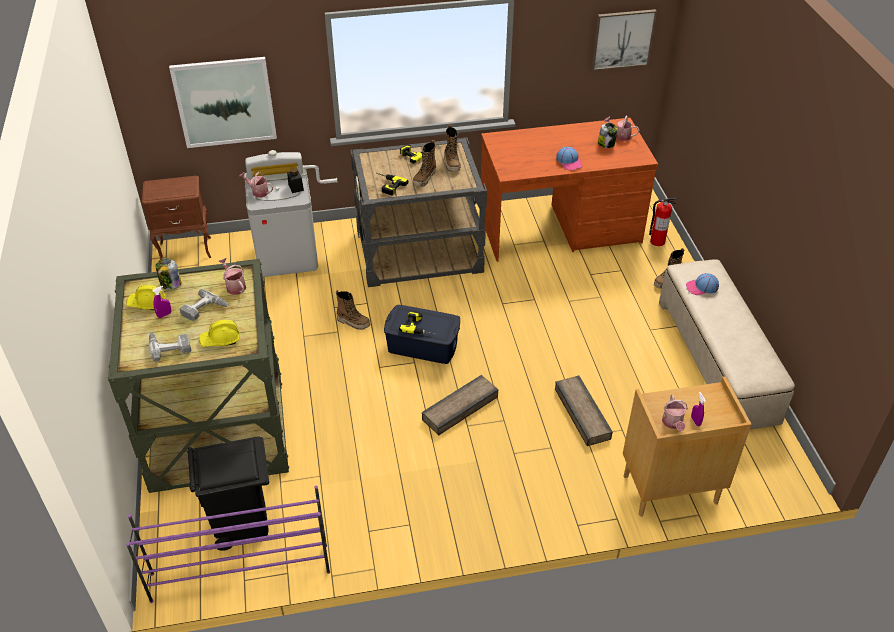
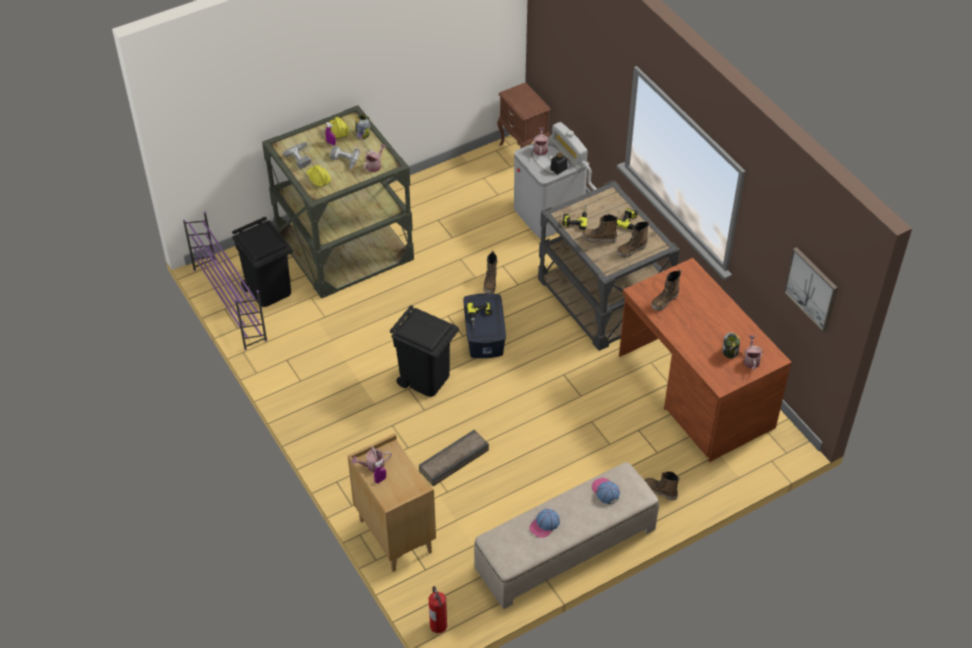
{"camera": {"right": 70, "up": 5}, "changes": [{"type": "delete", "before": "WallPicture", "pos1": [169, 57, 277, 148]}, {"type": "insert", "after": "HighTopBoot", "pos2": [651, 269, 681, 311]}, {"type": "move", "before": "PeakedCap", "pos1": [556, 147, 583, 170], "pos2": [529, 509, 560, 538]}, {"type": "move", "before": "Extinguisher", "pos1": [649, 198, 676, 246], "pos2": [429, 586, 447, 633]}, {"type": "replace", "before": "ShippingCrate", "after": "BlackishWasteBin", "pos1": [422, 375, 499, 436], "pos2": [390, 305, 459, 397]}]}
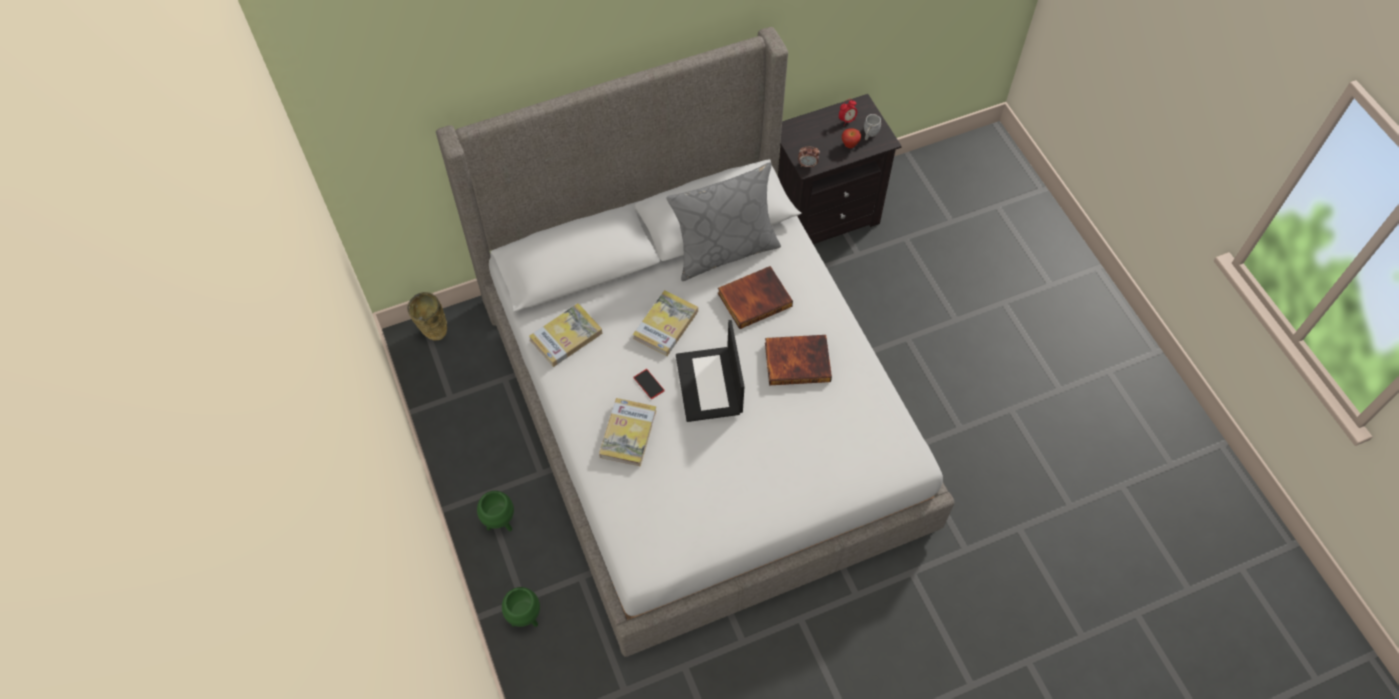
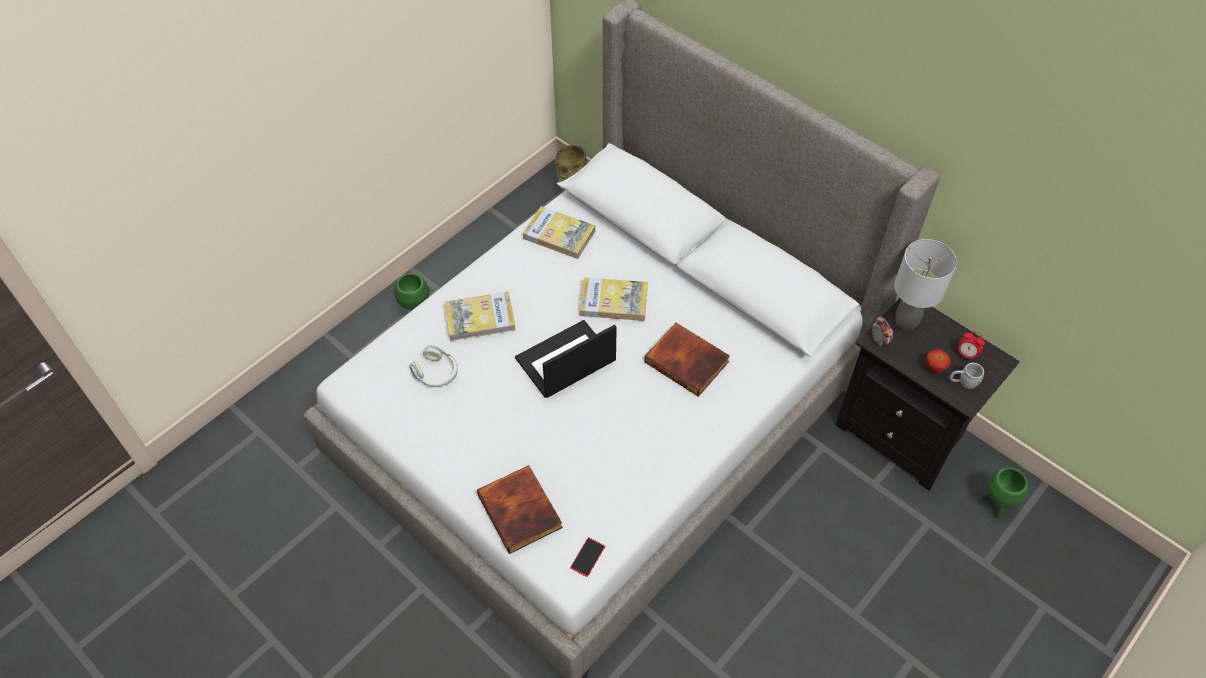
{"camera": {"right": 65, "up": -5}, "changes": [{"type": "delete", "before": "GreyThrowPillow", "pos1": [666, 162, 781, 281]}, {"type": "insert", "after": "Headset", "pos2": [410, 345, 458, 387]}, {"type": "insert", "after": "GreyLampForATable", "pos2": [894, 239, 957, 331]}, {"type": "move", "before": "GreenishPlanter", "pos1": [502, 587, 540, 627], "pos2": [982, 467, 1029, 519]}, {"type": "move", "before": "Phone", "pos1": [633, 369, 665, 399], "pos2": [570, 537, 605, 577]}, {"type": "move", "before": "BoundBook", "pos1": [765, 335, 832, 385], "pos2": [477, 465, 563, 554]}]}
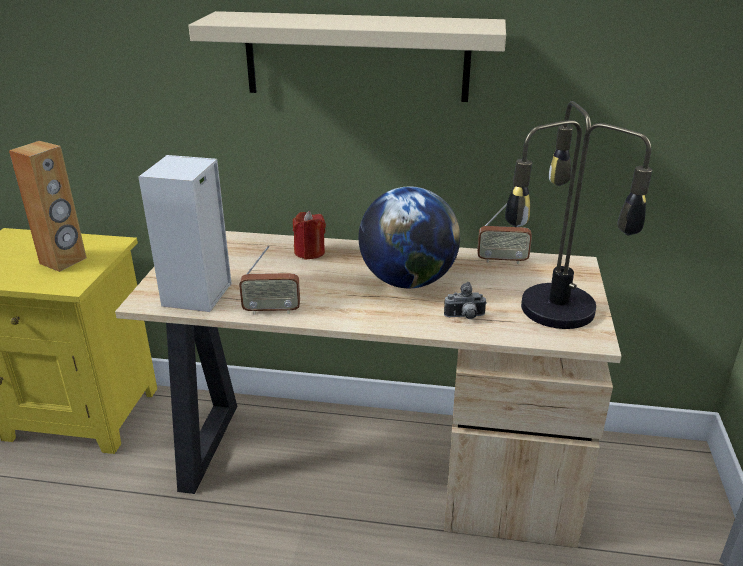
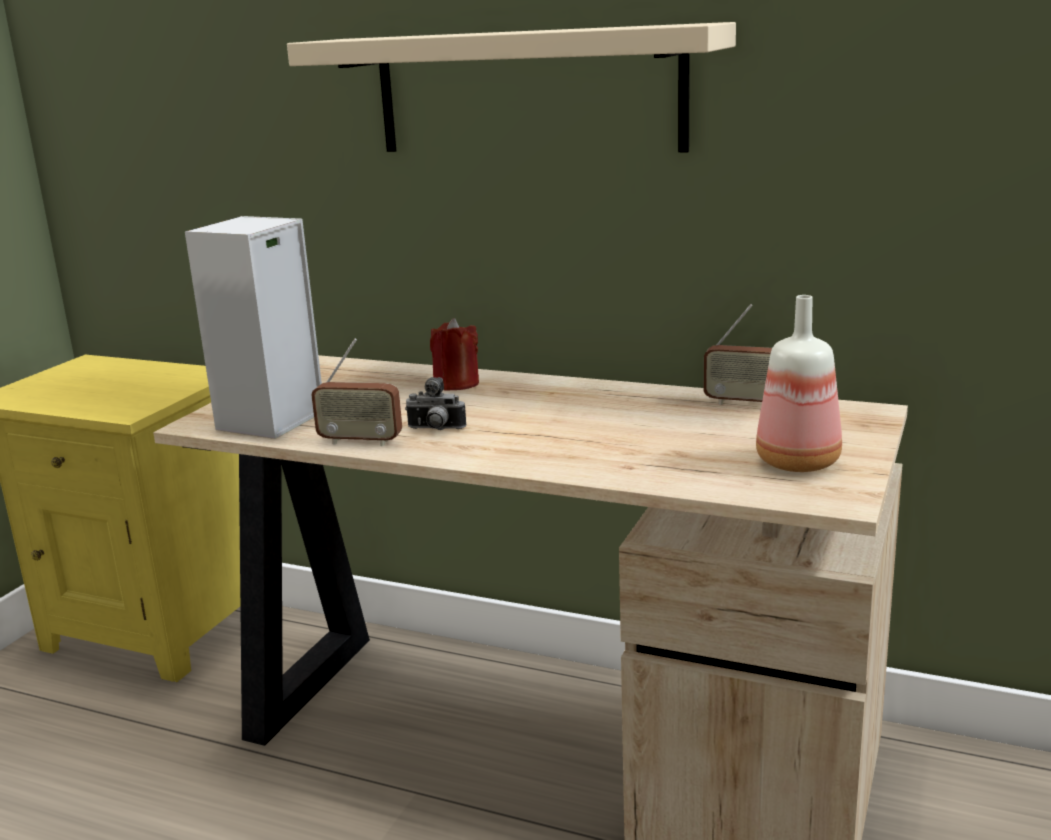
{"camera": {"right": 15, "up": -10}, "changes": [{"type": "delete", "before": "BrownSpeaker", "pos1": [9, 141, 87, 272]}, {"type": "delete", "before": "DeskGlobe", "pos1": [358, 186, 460, 288]}, {"type": "move", "before": "StillCamera", "pos1": [444, 282, 487, 319], "pos2": [405, 377, 466, 430]}, {"type": "replace", "before": "LampForATable", "after": "Bottle", "pos1": [505, 101, 652, 329], "pos2": [756, 295, 842, 472]}]}
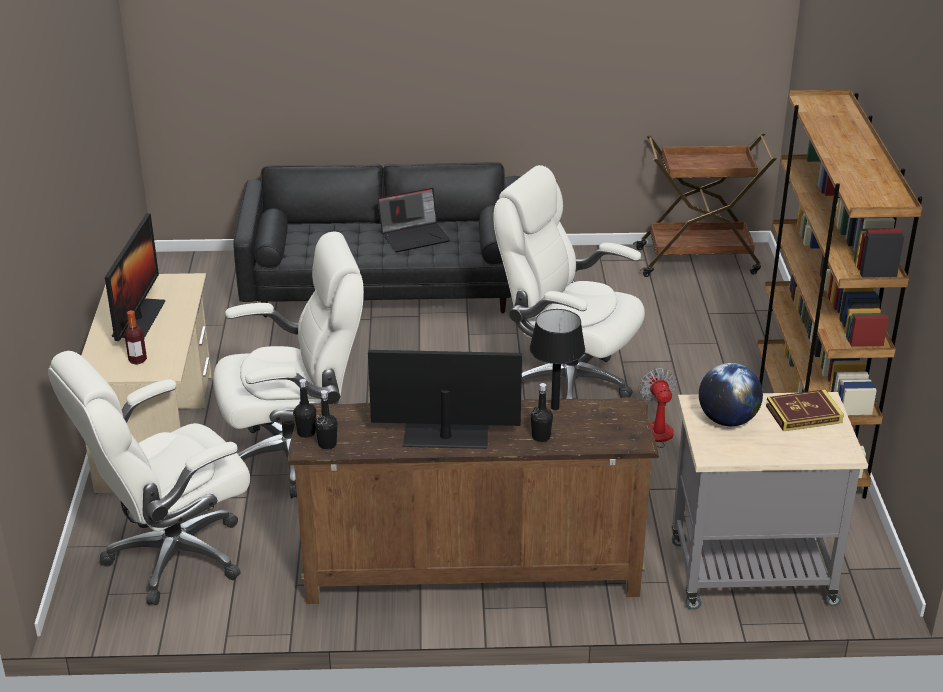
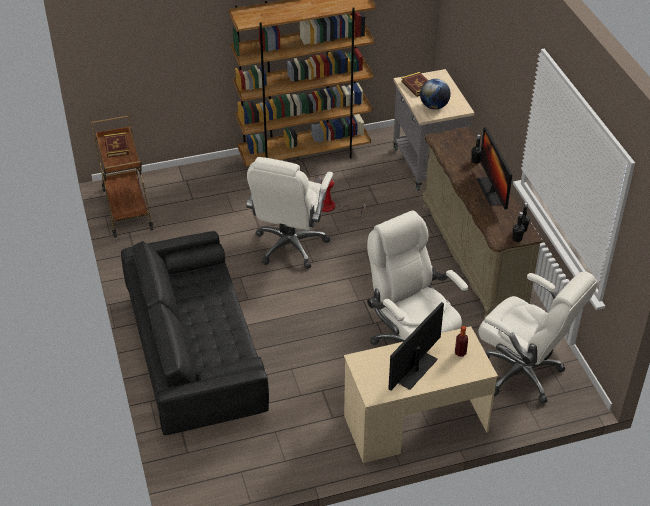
{"camera": {"right": -105, "up": 10}, "changes": [{"type": "delete", "before": "NotebookComputer", "pos1": [378, 188, 451, 252]}, {"type": "delete", "before": "BlackishLampForATable", "pos1": [530, 309, 585, 410]}, {"type": "insert", "after": "BoundBook", "pos2": [104, 132, 129, 158]}, {"type": "rotate", "before": "ComputerScreen", "pos1": [105, 213, 165, 341], "pos2": [388, 302, 444, 391], "turn": -45}]}
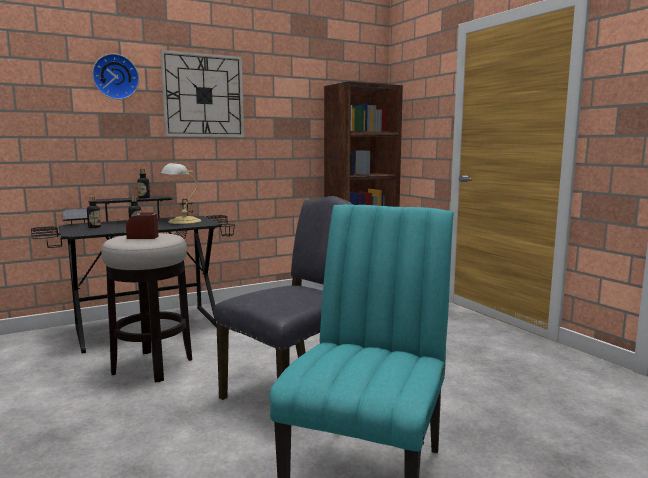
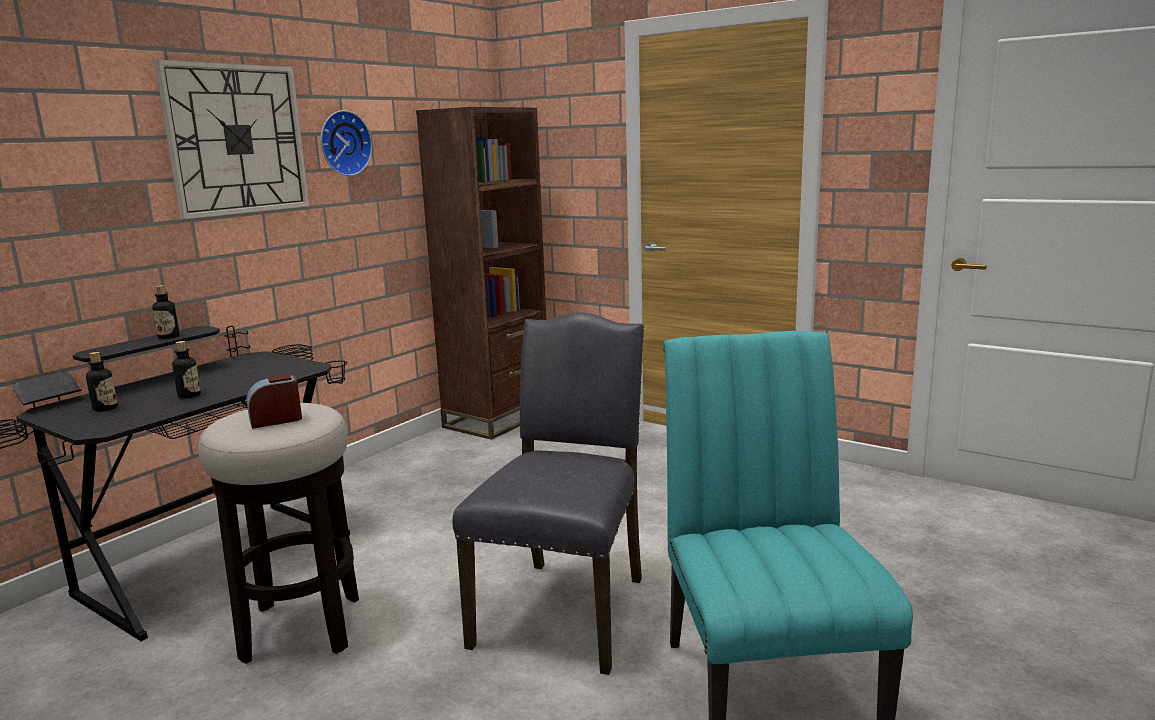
{"camera": {"right": -25, "up": 5}, "changes": [{"type": "delete", "before": "LampForATable", "pos1": [161, 163, 201, 224]}, {"type": "move", "before": "ClockOnTheWall", "pos1": [92, 54, 139, 100], "pos2": [321, 110, 372, 176]}]}
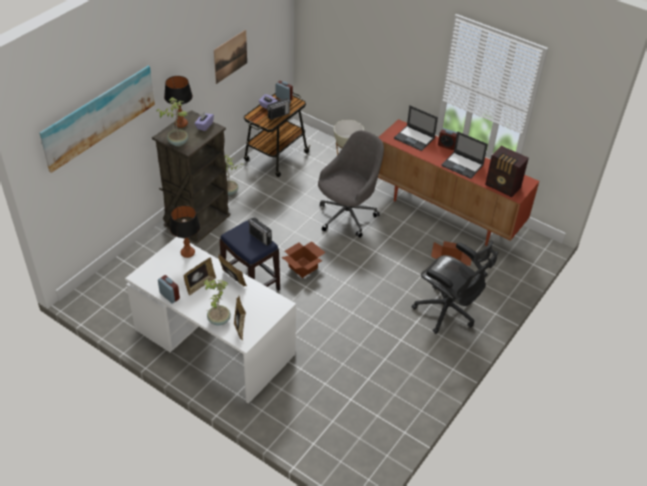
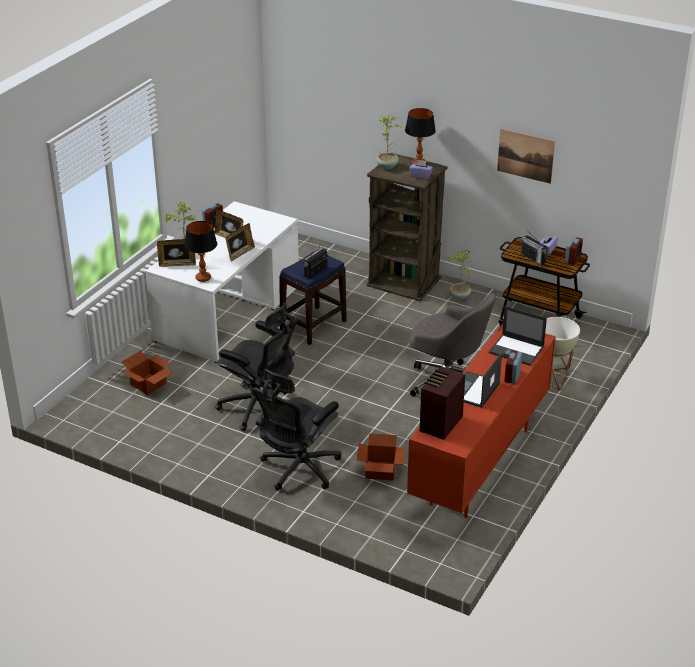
{"camera": {"right": 85, "up": -10}, "changes": [{"type": "delete", "before": "WallPicture", "pos1": [39, 66, 155, 173]}, {"type": "insert", "after": "ComputerChair", "pos2": [215, 302, 298, 431]}, {"type": "move", "before": "LampForATable", "pos1": [170, 205, 200, 258], "pos2": [184, 221, 217, 282]}, {"type": "move", "before": "PackingBox", "pos1": [282, 241, 326, 278], "pos2": [122, 351, 174, 395]}, {"type": "rotate", "before": "NotebookComputer", "pos1": [394, 105, 438, 151], "pos2": [489, 306, 547, 366], "turn": -90}]}
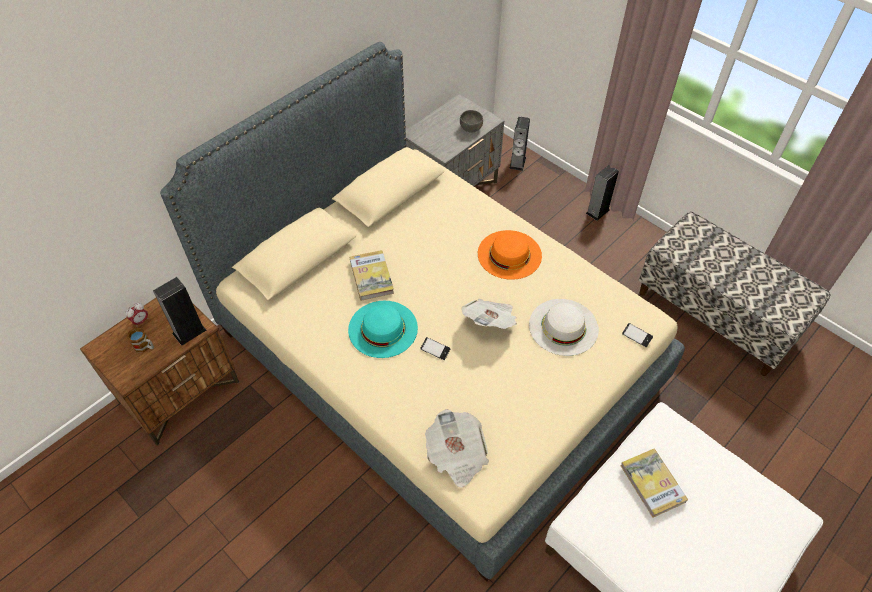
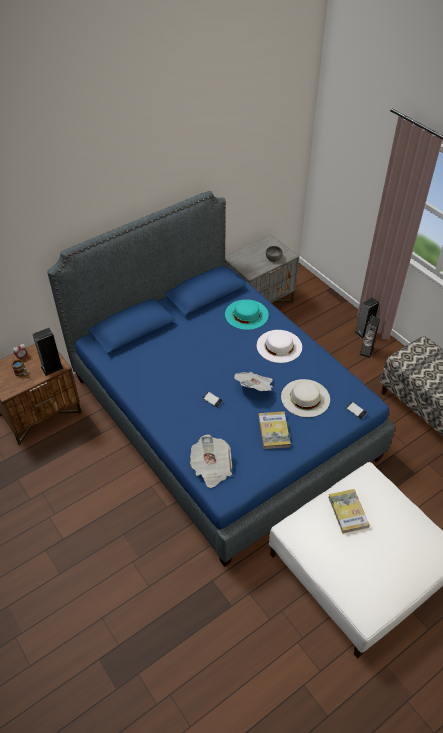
{"camera": {"right": 10, "up": -5}, "changes": [{"type": "move", "before": "BlueGreenHat", "pos1": [348, 301, 418, 358], "pos2": [225, 299, 269, 330]}, {"type": "move", "before": "BoundBook", "pos1": [350, 250, 394, 301], "pos2": [258, 412, 291, 449]}, {"type": "move", "before": "Speaker", "pos1": [509, 117, 530, 171], "pos2": [359, 316, 380, 358]}, {"type": "recolor", "before": "SandColouredSleepingBed", "after": "BlueSleepingBed", "pos1": [160, 42, 685, 581], "pos2": [47, 191, 395, 567]}, {"type": "recolor", "before": "OrangeHat", "after": "WhiteColouredHat", "pos1": [478, 230, 542, 280], "pos2": [257, 330, 302, 363]}]}
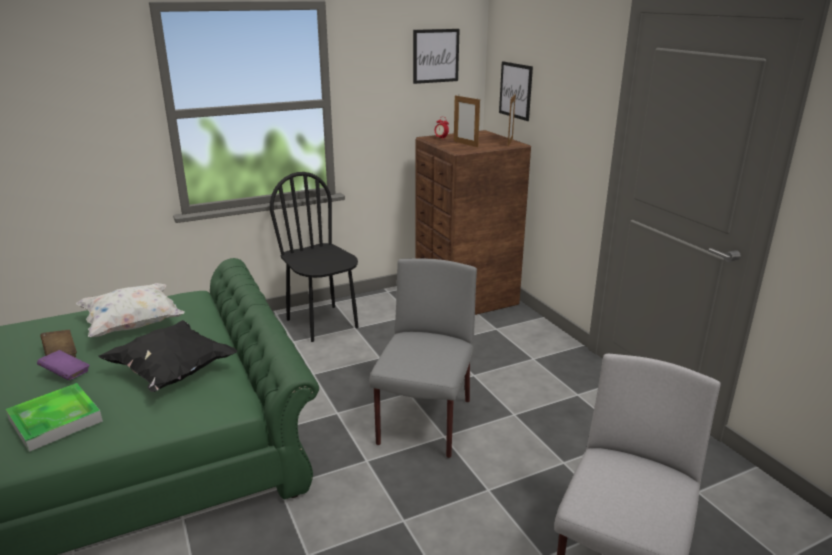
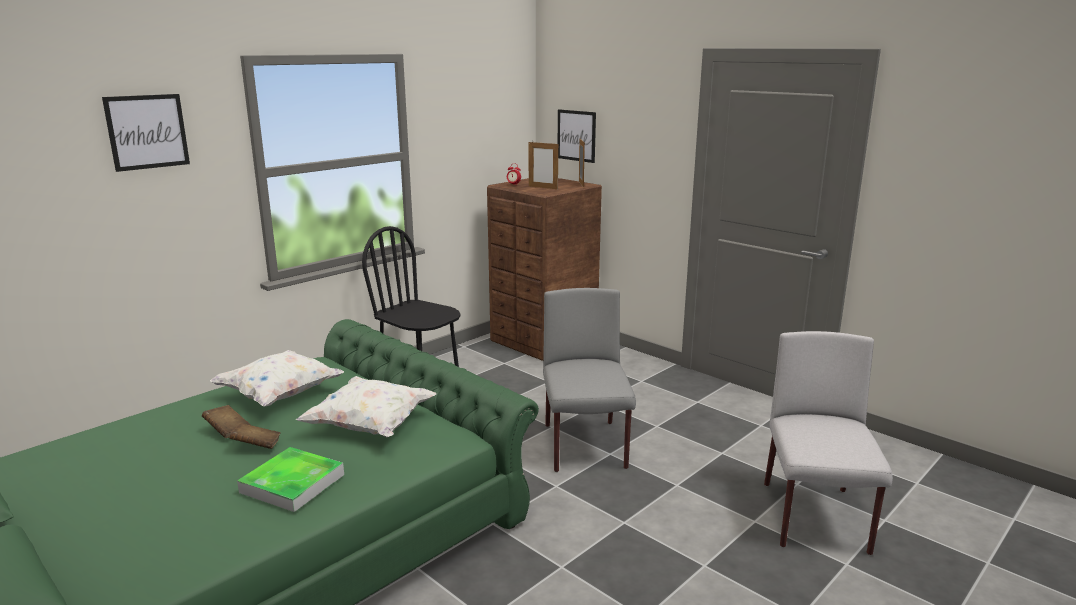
{"camera": {"right": -20, "up": -5}, "changes": [{"type": "move", "before": "WallPicture", "pos1": [413, 29, 460, 84], "pos2": [102, 94, 190, 172]}, {"type": "recolor", "before": "PurpleColouredBoundBook", "after": "BrownBoundBook", "pos1": [37, 350, 90, 380], "pos2": [229, 423, 280, 449]}, {"type": "recolor", "before": "BlackishThrowPillow", "after": "WhiteColouredThrowPillow", "pos1": [98, 320, 237, 392], "pos2": [296, 376, 437, 438]}]}
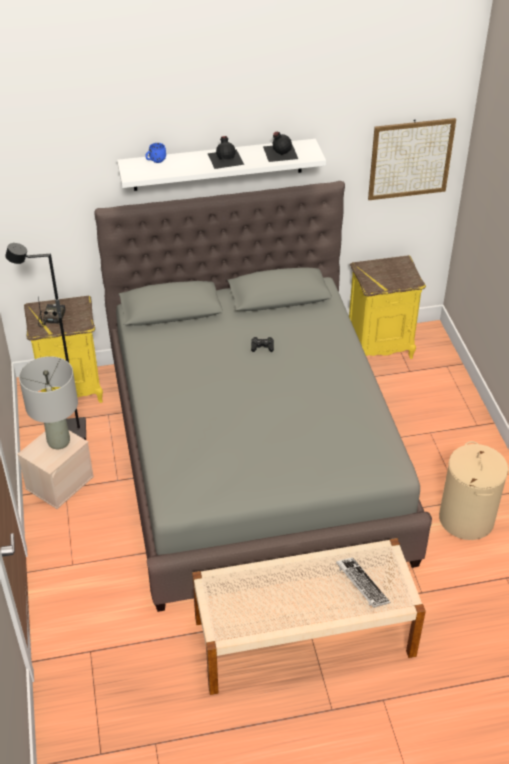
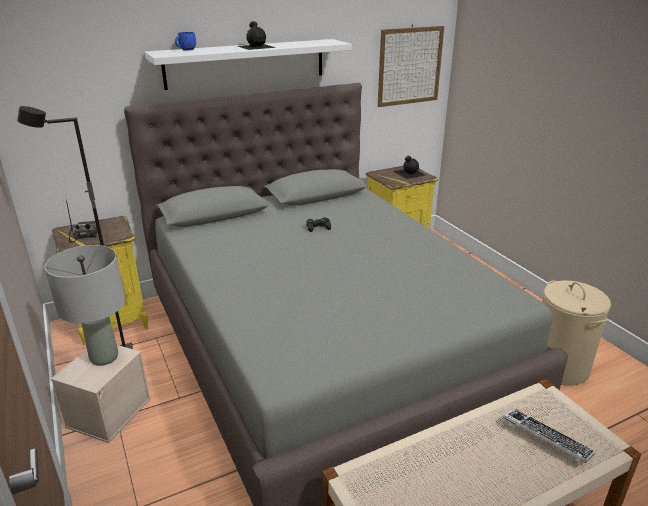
{"camera": {"right": -15, "up": -15}, "changes": [{"type": "move", "before": "BlackishBottle", "pos1": [263, 132, 298, 162], "pos2": [393, 156, 426, 179]}]}
